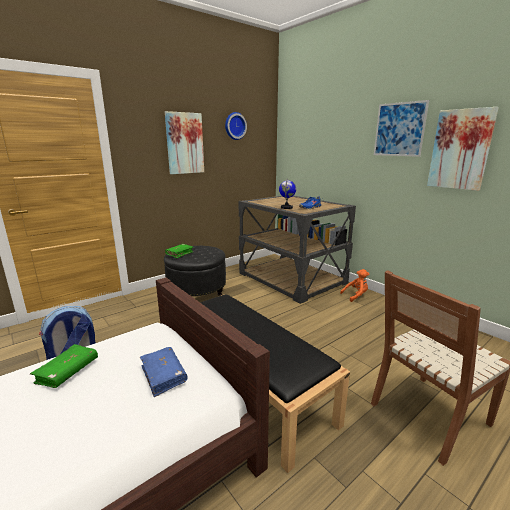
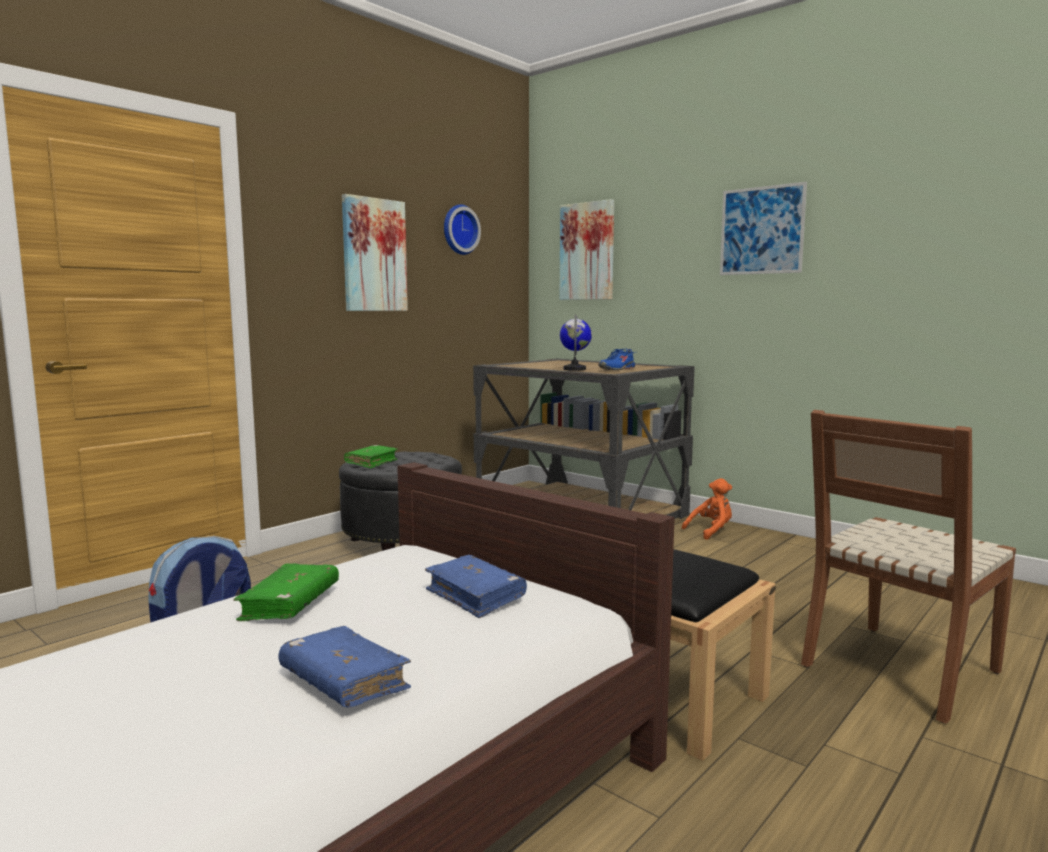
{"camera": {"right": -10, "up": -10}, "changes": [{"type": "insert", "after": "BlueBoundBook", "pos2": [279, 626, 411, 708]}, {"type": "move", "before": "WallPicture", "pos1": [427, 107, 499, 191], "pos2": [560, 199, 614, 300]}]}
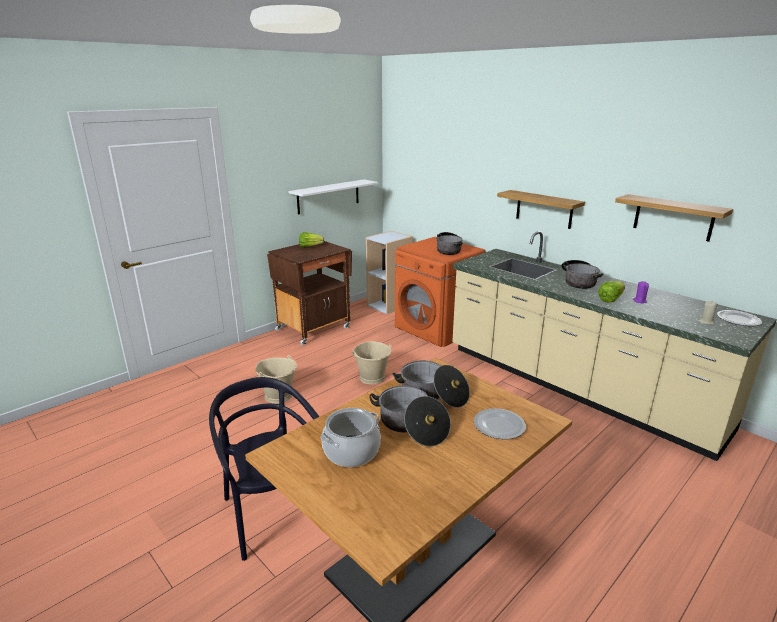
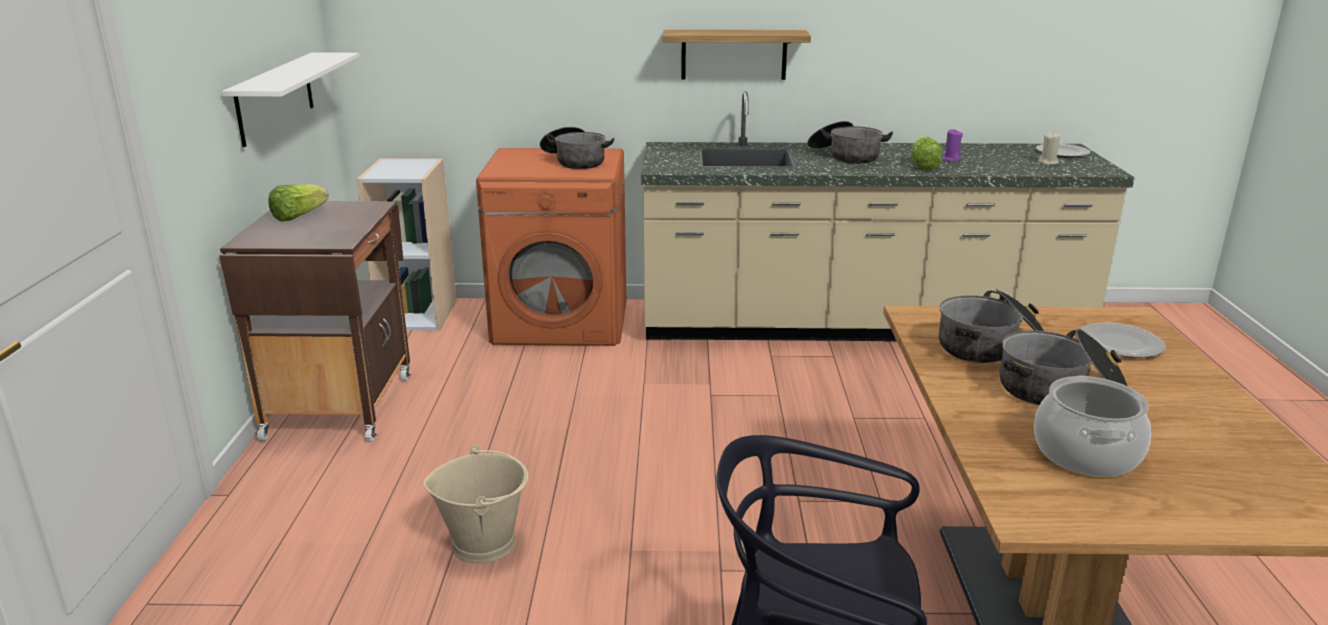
{"camera": {"right": -45, "up": 0}, "changes": [{"type": "delete", "before": "SandColouredBucket", "pos1": [352, 341, 392, 385]}, {"type": "delete", "before": "WallShelf", "pos1": [615, 194, 733, 242]}]}
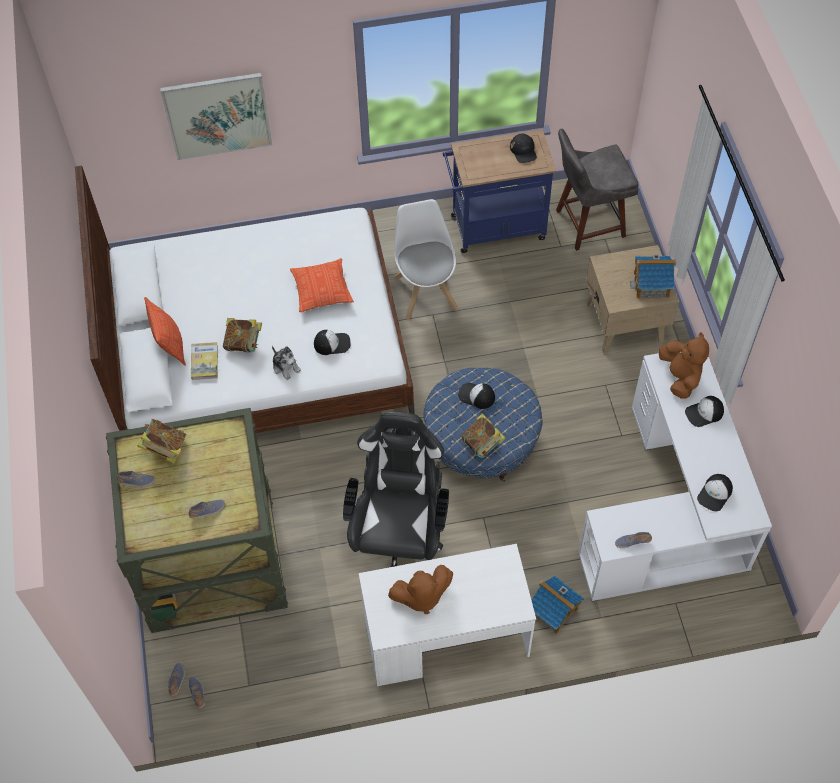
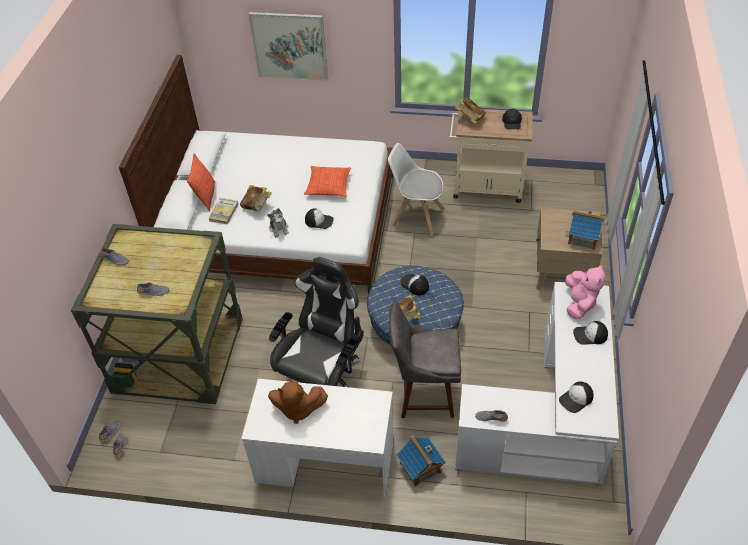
{"camera": {"right": 20, "up": -10}, "changes": [{"type": "move", "before": "BoundBook", "pos1": [137, 419, 186, 464], "pos2": [455, 97, 486, 124]}, {"type": "move", "before": "GreySittingStool", "pos1": [556, 129, 638, 251], "pos2": [389, 302, 461, 418]}, {"type": "recolor", "before": "BlueWheeledCart", "after": "SandColouredWheeledCart", "pos1": [442, 129, 556, 253], "pos2": [449, 109, 533, 203]}, {"type": "recolor", "before": "BrownSoftToy", "after": "PinkColouredSoftToy", "pos1": [659, 332, 709, 399], "pos2": [565, 264, 605, 319]}, {"type": "rotate", "before": "Chair", "pos1": [394, 199, 458, 321], "pos2": [388, 143, 445, 236], "turn": -75}]}
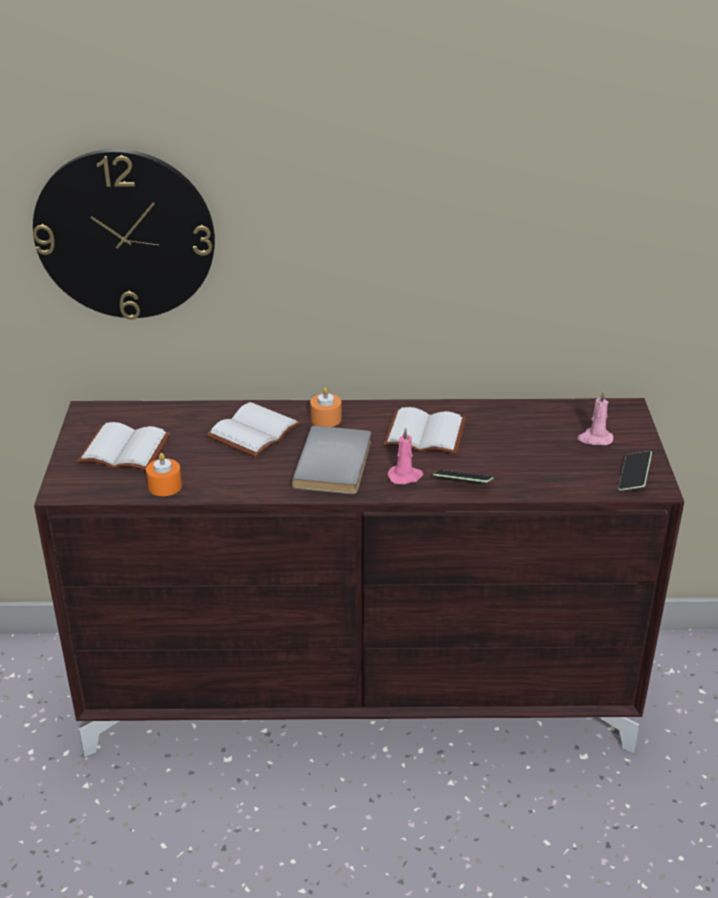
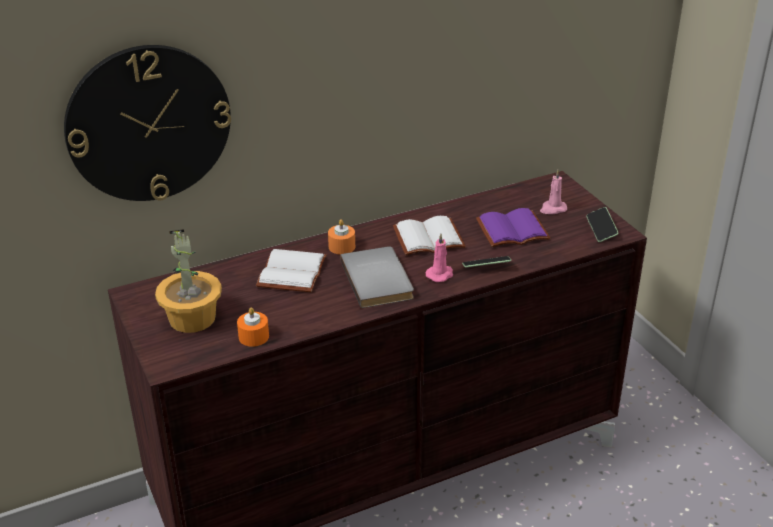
{"camera": {"right": -25, "up": 0}, "changes": [{"type": "insert", "after": "PurpleColouredBoundBook", "pos2": [476, 208, 551, 247]}, {"type": "replace", "before": "WhiteColouredBoundBook", "after": "PottedPlant", "pos1": [77, 422, 170, 470], "pos2": [155, 229, 222, 333]}]}
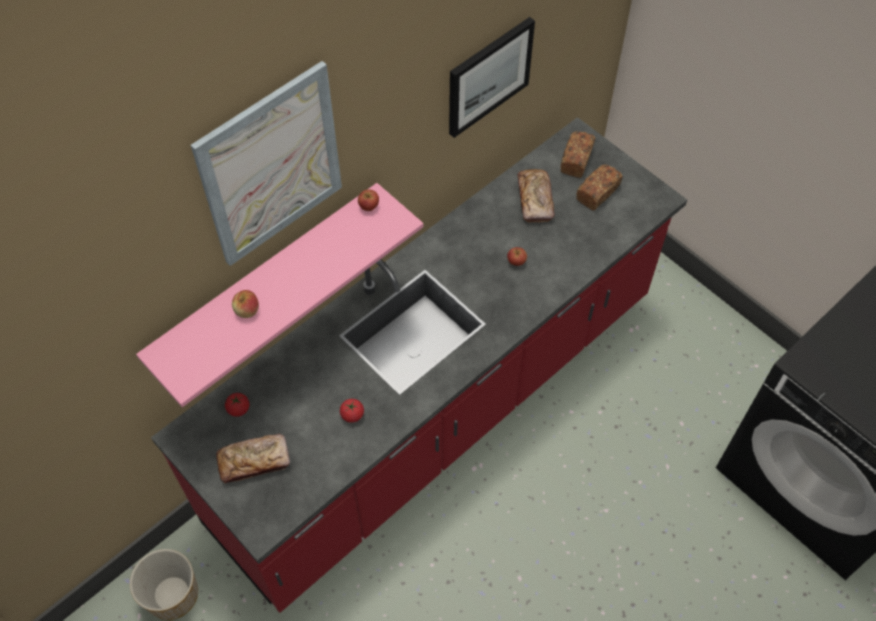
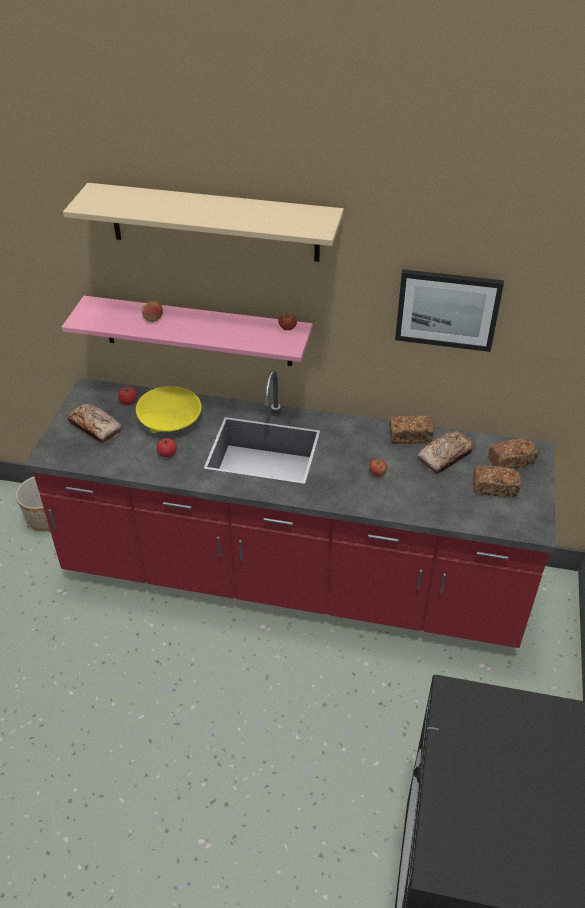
{"camera": {"right": 55, "up": -15}, "changes": [{"type": "insert", "after": "YellowishDeepDish", "pos2": [136, 386, 202, 433]}, {"type": "insert", "after": "Bread", "pos2": [390, 415, 434, 444]}, {"type": "replace", "before": "WallPicture", "after": "SandColouredWallShelf", "pos1": [191, 61, 342, 266], "pos2": [63, 183, 344, 262]}]}
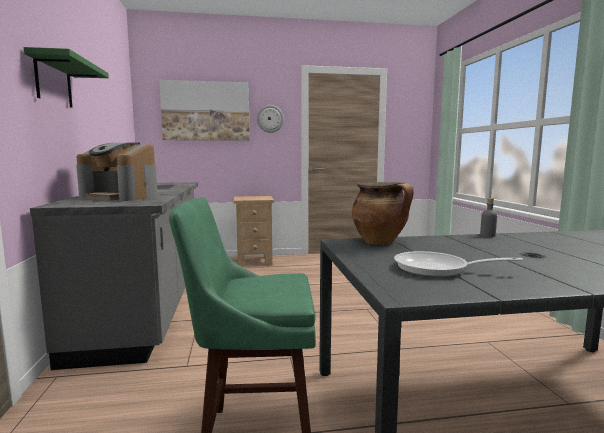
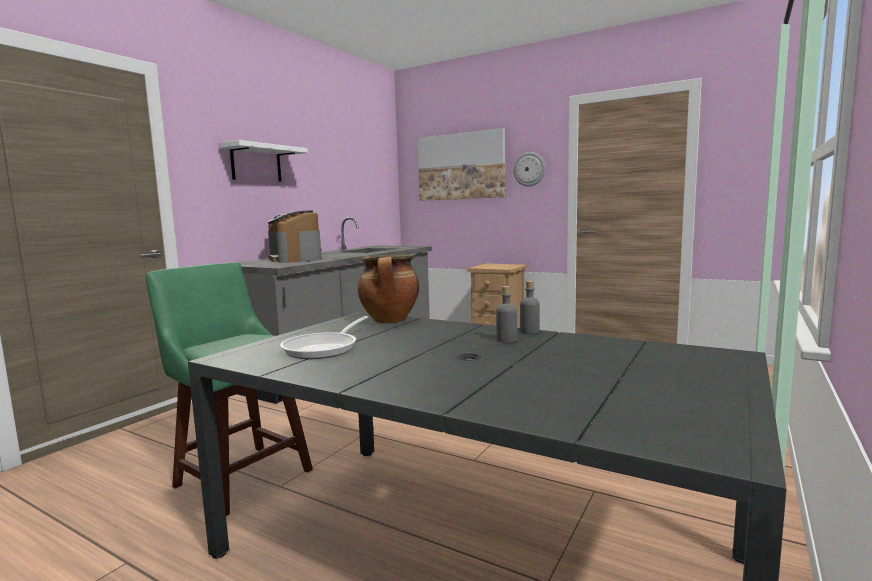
{"camera": {"right": 40, "up": 0}, "changes": [{"type": "insert", "after": "GreyBottle", "pos2": [496, 286, 517, 343]}, {"type": "recolor", "before": "GreenishWallShelf", "after": "WhiteColouredWallShelf", "pos1": [23, 47, 109, 107], "pos2": [218, 140, 308, 182]}, {"type": "rotate", "before": "Skillet", "pos1": [394, 251, 523, 277], "pos2": [280, 316, 368, 359], "turn": -120}]}
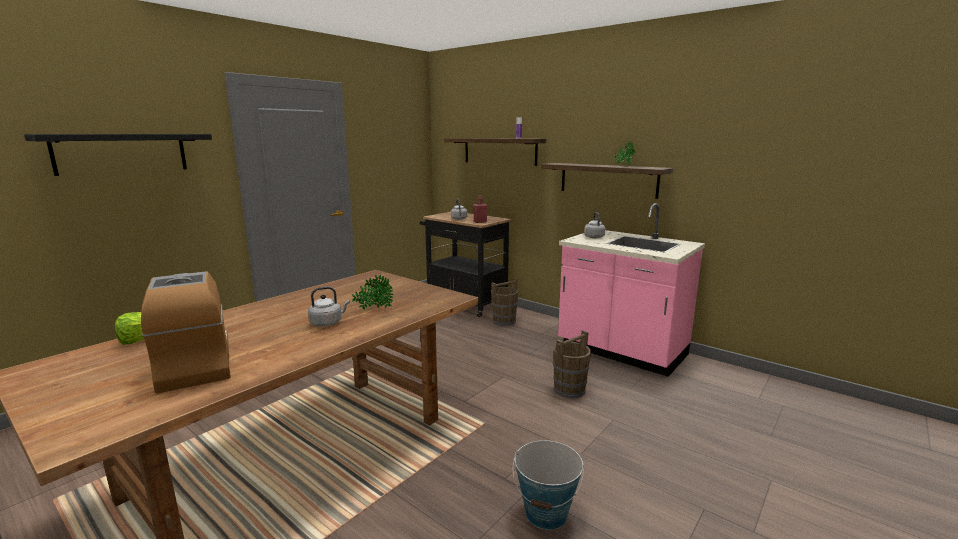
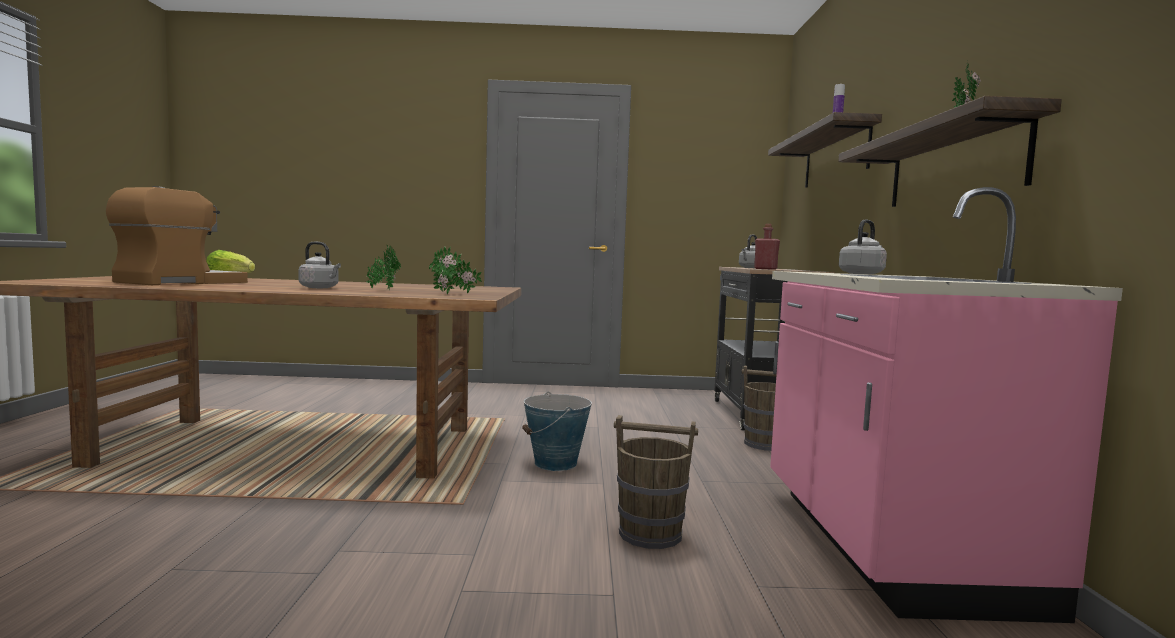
{"camera": {"right": 50, "up": -10}, "changes": [{"type": "delete", "before": "BlackishWallShelf", "pos1": [24, 134, 212, 176]}, {"type": "insert", "after": "PottedPlant", "pos2": [429, 246, 482, 294]}, {"type": "move", "before": "Bucket", "pos1": [513, 440, 584, 530], "pos2": [522, 391, 592, 471]}]}
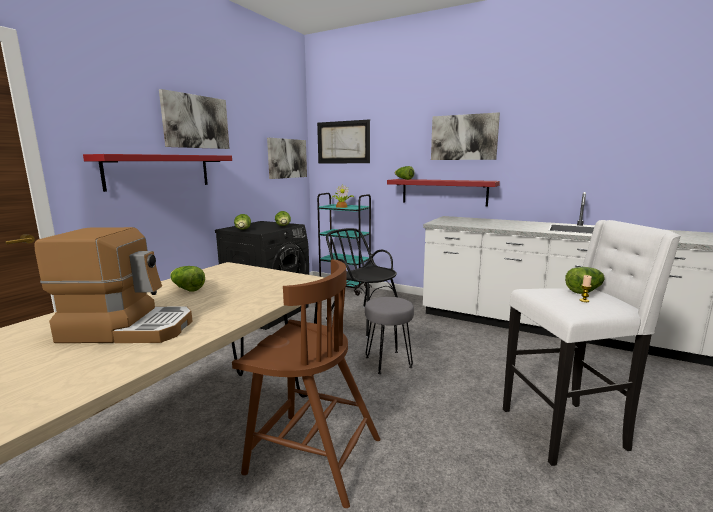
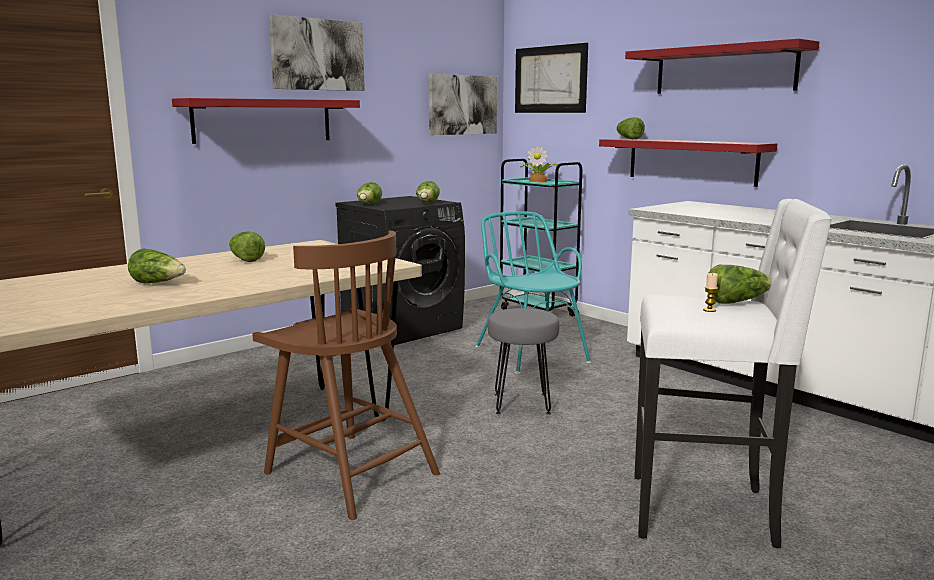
{"camera": {"right": 20, "up": 0}, "changes": [{"type": "replace", "before": "CoffeeMachine", "after": "HeadOfLettuce", "pos1": [34, 227, 192, 343], "pos2": [128, 249, 186, 283]}, {"type": "replace", "before": "WallPicture", "after": "ReddishWallShelf", "pos1": [431, 112, 500, 160], "pos2": [625, 39, 819, 94]}, {"type": "recolor", "before": "BlackishChair", "after": "BlueGreenChair", "pos1": [325, 228, 398, 338], "pos2": [475, 211, 591, 374]}]}
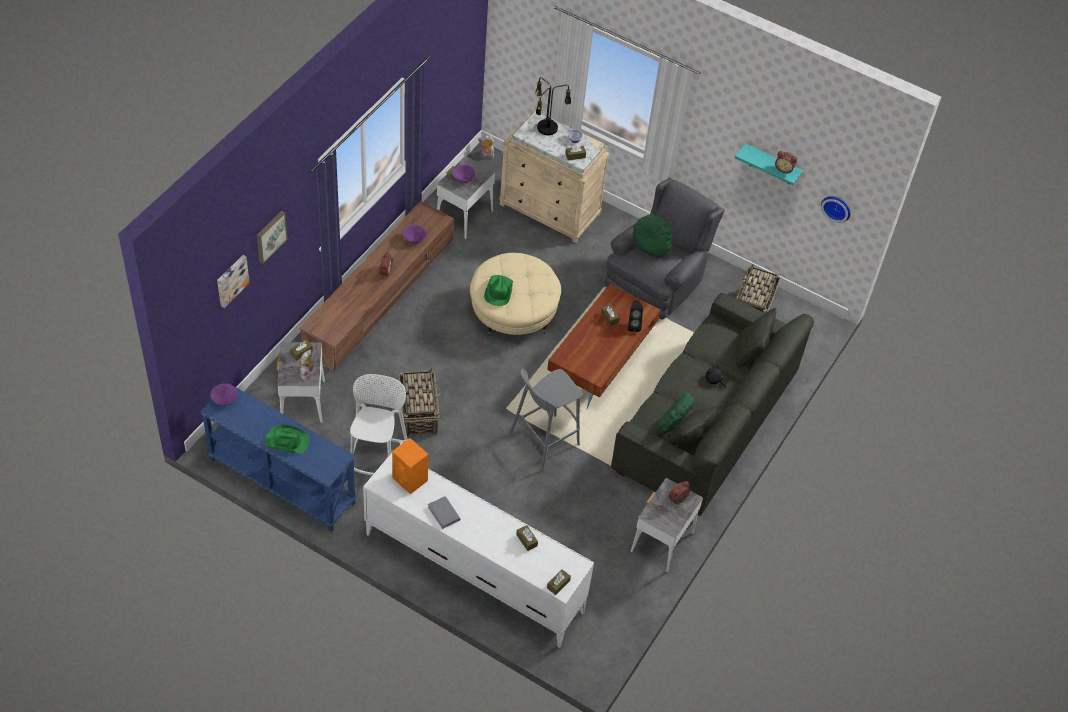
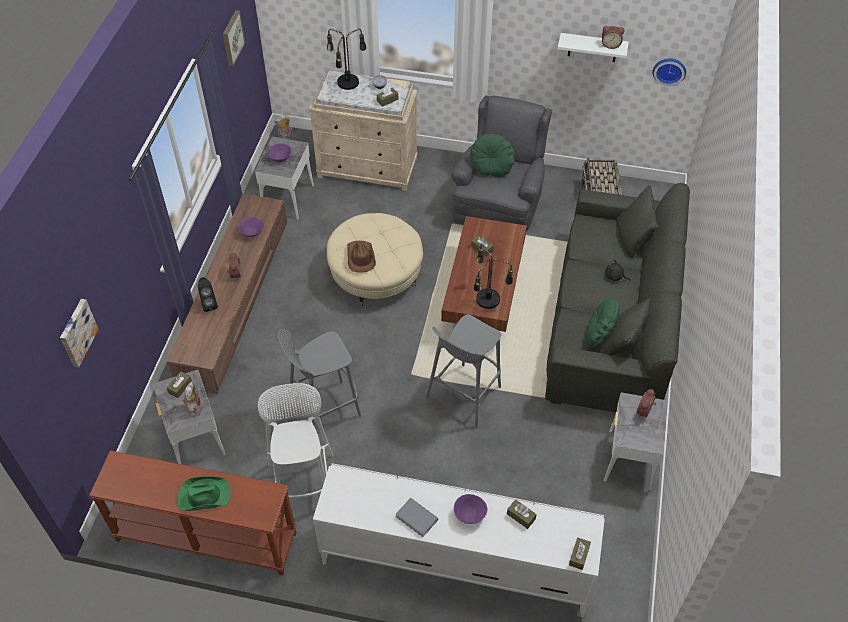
{"camera": {"right": -15, "up": 0}, "changes": [{"type": "delete", "before": "OrangeSpeaker", "pos1": [392, 438, 428, 494]}, {"type": "insert", "after": "LampForATable", "pos2": [474, 244, 513, 309]}, {"type": "move", "before": "PurpleColouredDeepDish", "pos1": [211, 384, 238, 406], "pos2": [454, 494, 487, 524]}, {"type": "move", "before": "WallPicture", "pos1": [257, 211, 288, 264], "pos2": [223, 10, 245, 66]}, {"type": "move", "before": "BlackishSpeaker", "pos1": [628, 300, 643, 332], "pos2": [198, 277, 218, 312]}, {"type": "replace", "before": "StorageBasket", "after": "GreySittingStool", "pos1": [399, 368, 441, 437], "pos2": [278, 329, 361, 427]}, {"type": "recolor", "before": "BlueHallTable", "after": "BrownHallTable", "pos1": [200, 383, 357, 532], "pos2": [89, 450, 297, 576]}, {"type": "recolor", "before": "GreenishHat", "after": "BrownHat", "pos1": [484, 275, 513, 306], "pos2": [347, 241, 376, 273]}, {"type": "recolor", "before": "BlueGreenWallShelf", "after": "WhiteColouredWallShelf", "pos1": [735, 143, 803, 185], "pos2": [558, 33, 629, 62]}]}
